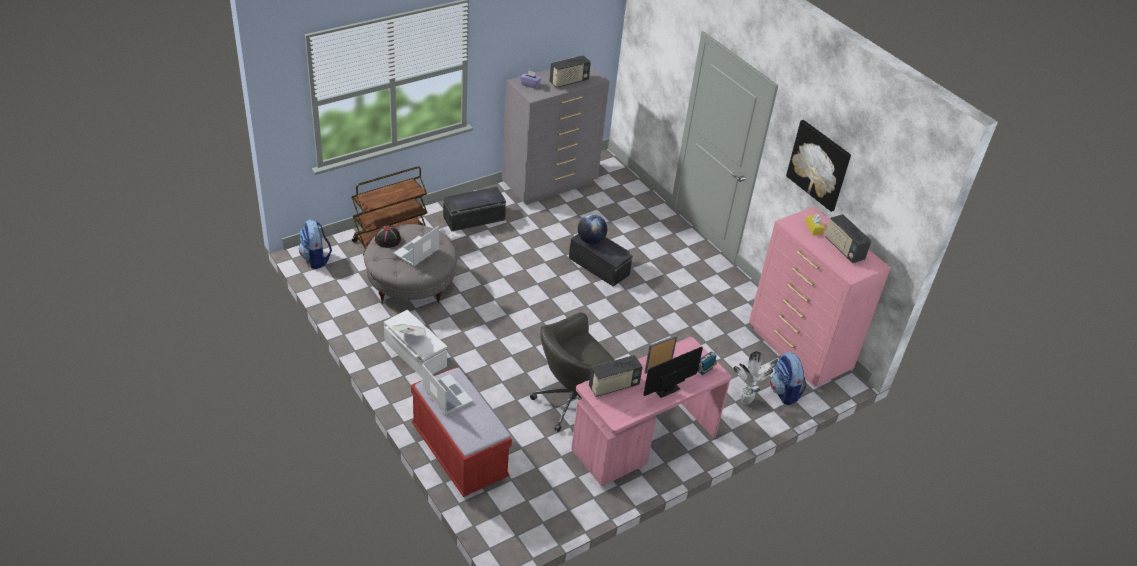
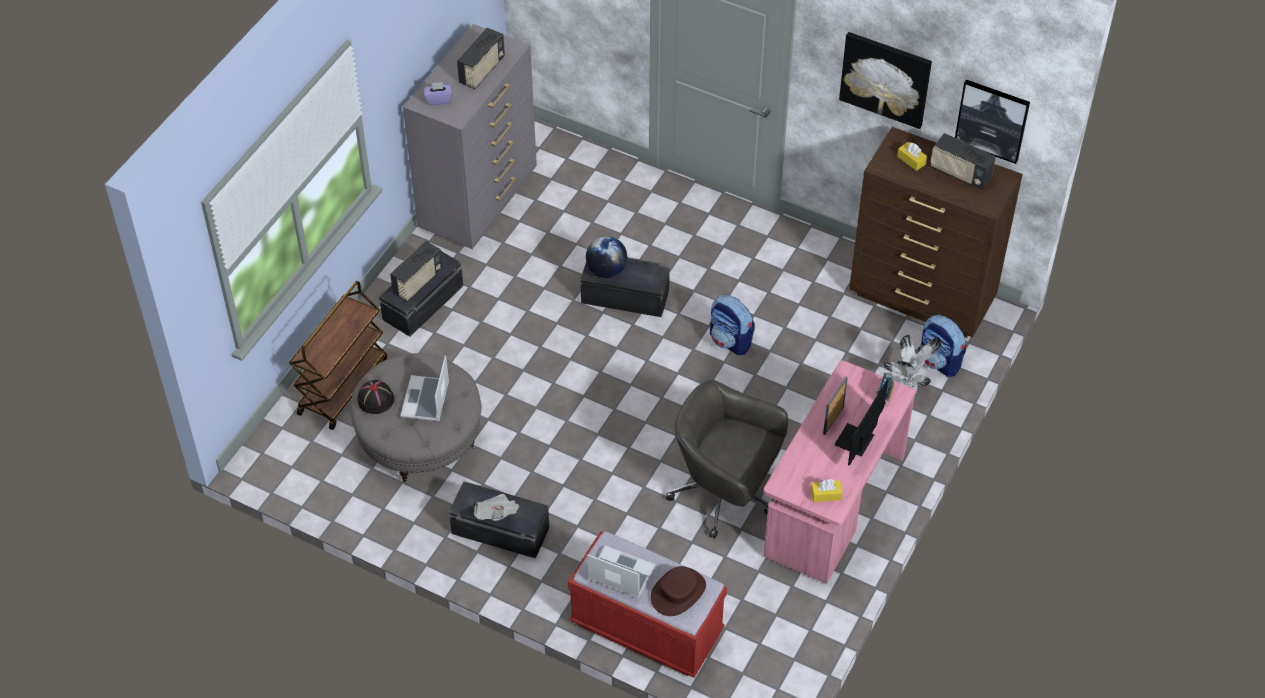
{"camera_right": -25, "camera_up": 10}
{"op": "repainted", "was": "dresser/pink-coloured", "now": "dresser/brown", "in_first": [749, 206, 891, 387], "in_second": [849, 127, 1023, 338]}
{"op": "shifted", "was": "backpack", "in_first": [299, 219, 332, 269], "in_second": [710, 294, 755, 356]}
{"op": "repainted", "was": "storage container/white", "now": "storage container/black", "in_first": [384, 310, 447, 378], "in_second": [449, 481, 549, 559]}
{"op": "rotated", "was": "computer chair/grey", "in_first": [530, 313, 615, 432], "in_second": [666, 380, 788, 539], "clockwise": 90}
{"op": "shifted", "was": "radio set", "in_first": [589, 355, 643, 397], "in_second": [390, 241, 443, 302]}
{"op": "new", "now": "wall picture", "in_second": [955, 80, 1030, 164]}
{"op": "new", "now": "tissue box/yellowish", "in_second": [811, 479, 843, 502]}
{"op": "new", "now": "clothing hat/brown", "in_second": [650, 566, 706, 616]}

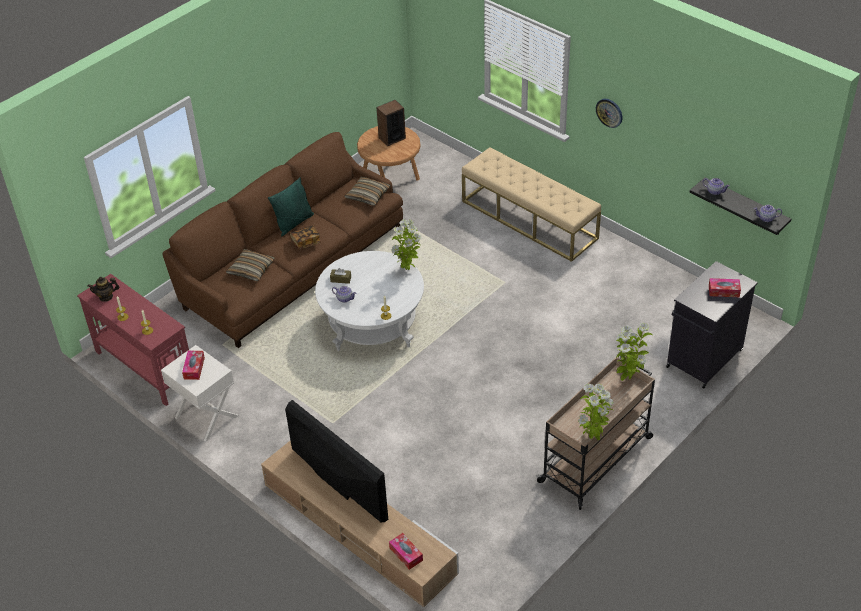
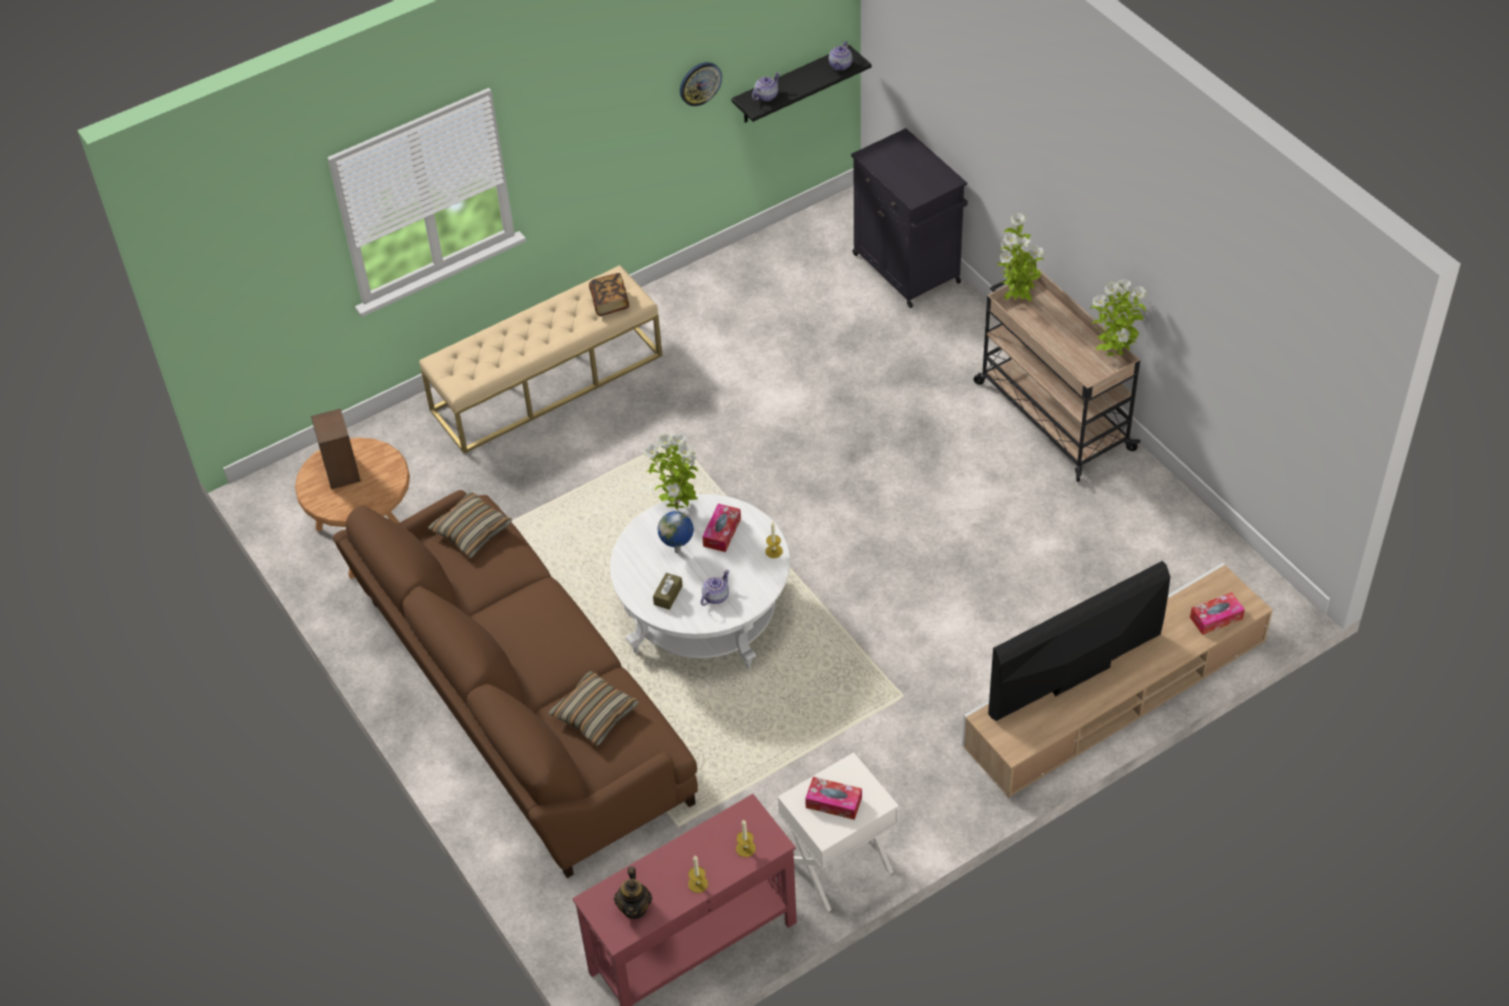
{"camera_right": -75, "camera_up": 5}
{"op": "shifted", "was": "hanging clock", "in_first": [596, 99, 622, 128], "in_second": [680, 62, 722, 106]}
{"op": "gone", "was": "cushion/greenish", "in_first": [268, 177, 314, 236]}
{"op": "shifted", "was": "book", "in_first": [290, 225, 321, 249], "in_second": [589, 273, 629, 316]}
{"op": "shifted", "was": "tissue box", "in_first": [709, 278, 741, 297], "in_second": [702, 504, 741, 552]}
{"op": "new", "now": "globe", "in_second": [657, 511, 694, 554]}

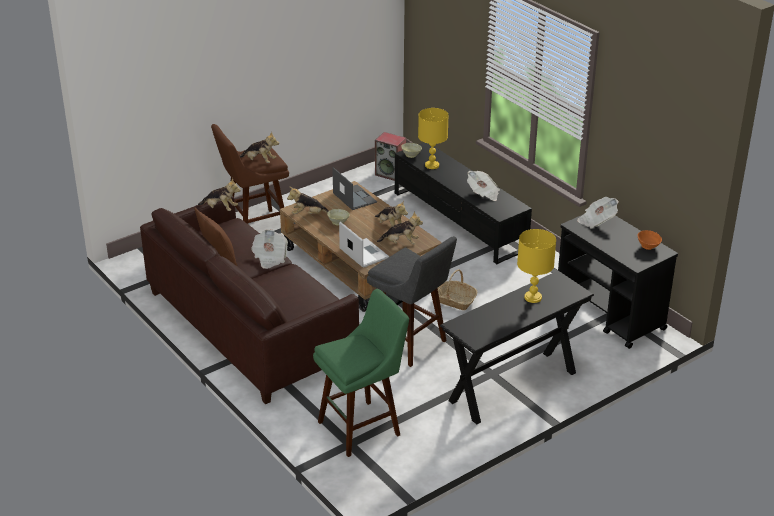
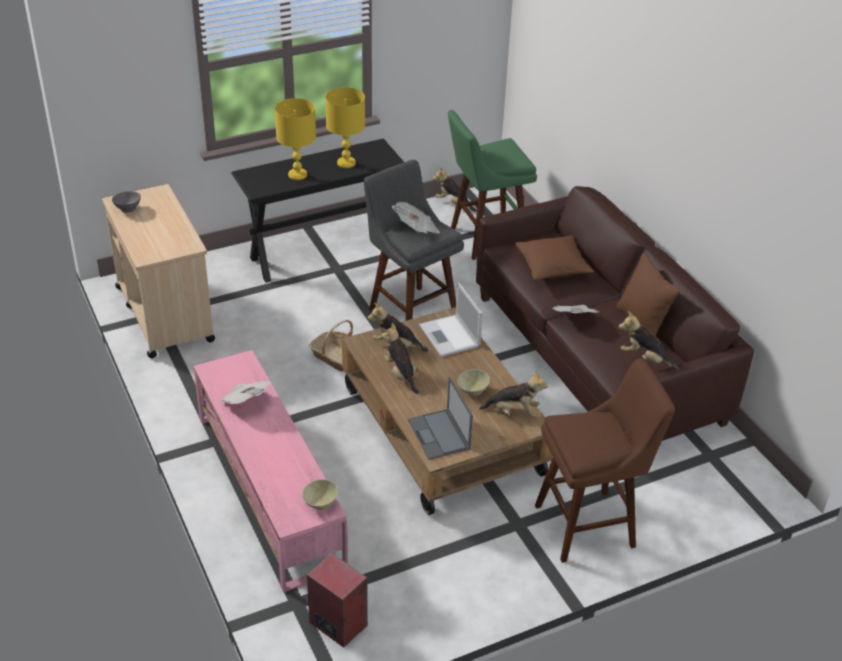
{"camera_right": -170, "camera_up": 5}
{"op": "shifted", "was": "lamp for a table/yellowish", "in_first": [418, 108, 449, 169], "in_second": [325, 87, 365, 168]}
{"op": "shifted", "was": "plush toy", "in_first": [240, 132, 279, 163], "in_second": [432, 167, 477, 212]}
{"op": "repainted", "was": "tv unit/black", "now": "tv unit/pink-coloured", "in_first": [395, 143, 532, 264], "in_second": [193, 350, 348, 592]}
{"op": "shifted", "was": "daily paper", "in_first": [577, 197, 619, 229], "in_second": [392, 202, 440, 234]}
{"op": "repainted", "was": "cart/black", "now": "cart/beige-coloured", "in_first": [558, 214, 678, 349], "in_second": [102, 184, 215, 358]}
{"op": "repainted", "was": "deep dish/orangey", "now": "deep dish/grey", "in_first": [637, 230, 662, 250], "in_second": [112, 191, 141, 213]}
{"op": "new", "now": "cushion/brown", "in_second": [515, 235, 594, 280]}

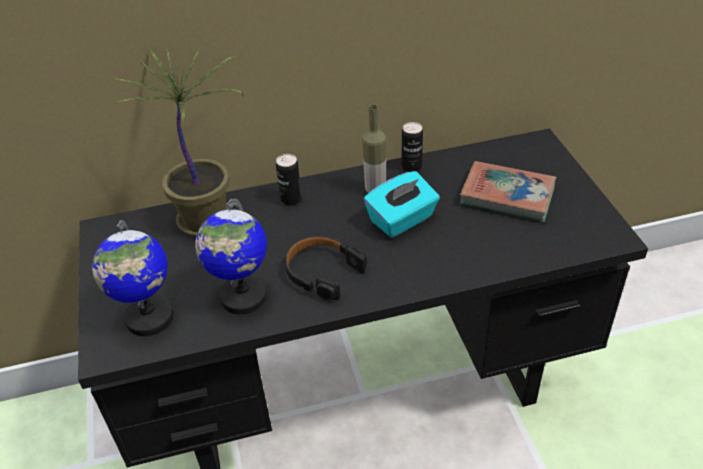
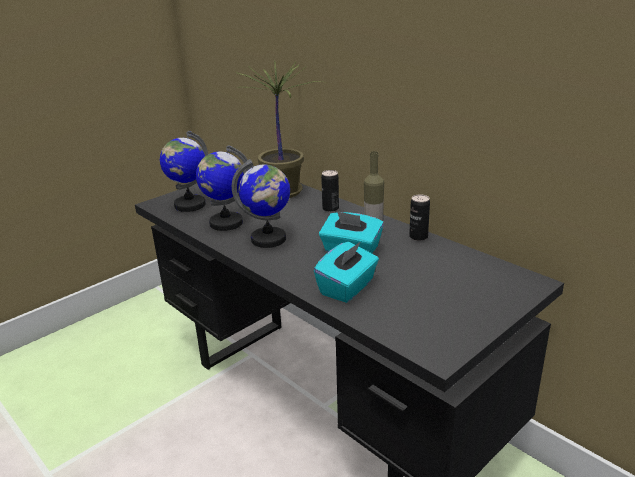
{"camera_right": 60, "camera_up": -15}
{"op": "gone", "was": "book", "in_first": [460, 161, 557, 223]}
{"op": "swapped", "was": "headset/black", "now": "globe", "in_first": [285, 236, 367, 301], "in_second": [232, 159, 290, 248]}
{"op": "new", "now": "tissue box/turquoise-coloured", "in_second": [314, 241, 379, 303]}

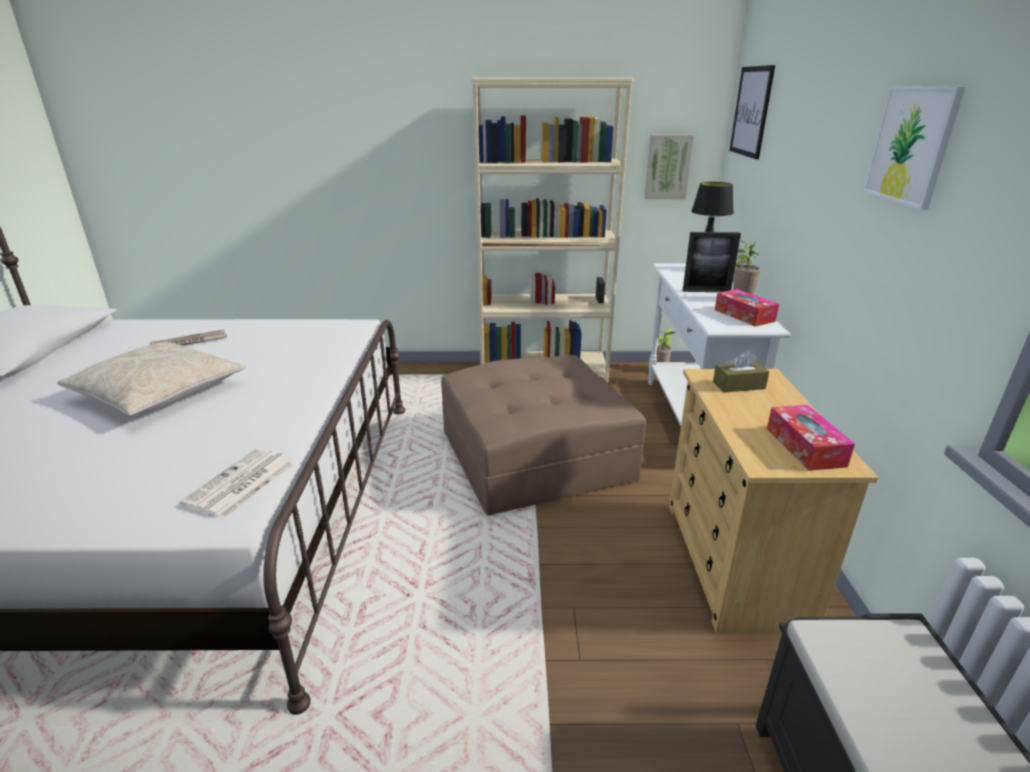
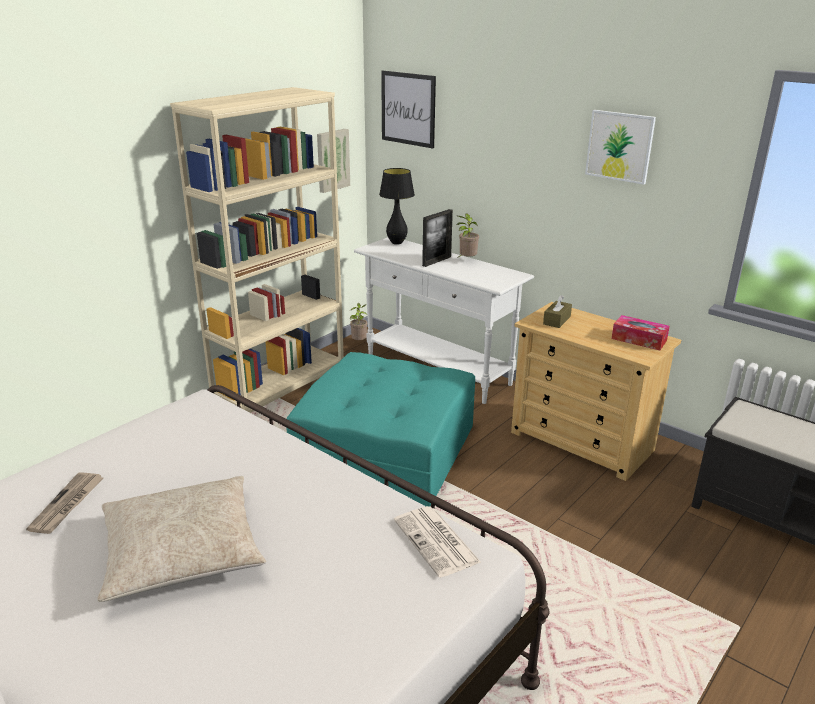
{"camera_right": -50, "camera_up": 0}
{"op": "gone", "was": "tissue box", "in_first": [715, 289, 779, 327]}
{"op": "repainted", "was": "pouffe/brown", "now": "pouffe/turquoise-coloured", "in_first": [441, 355, 646, 516], "in_second": [286, 352, 475, 507]}

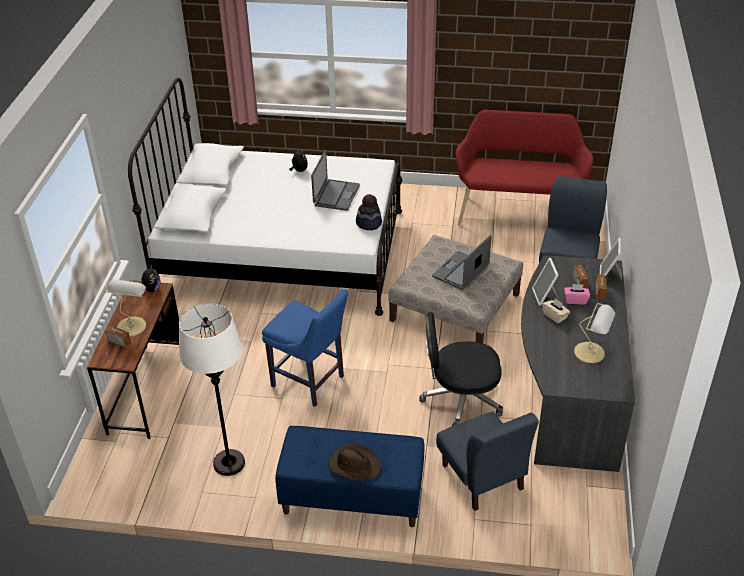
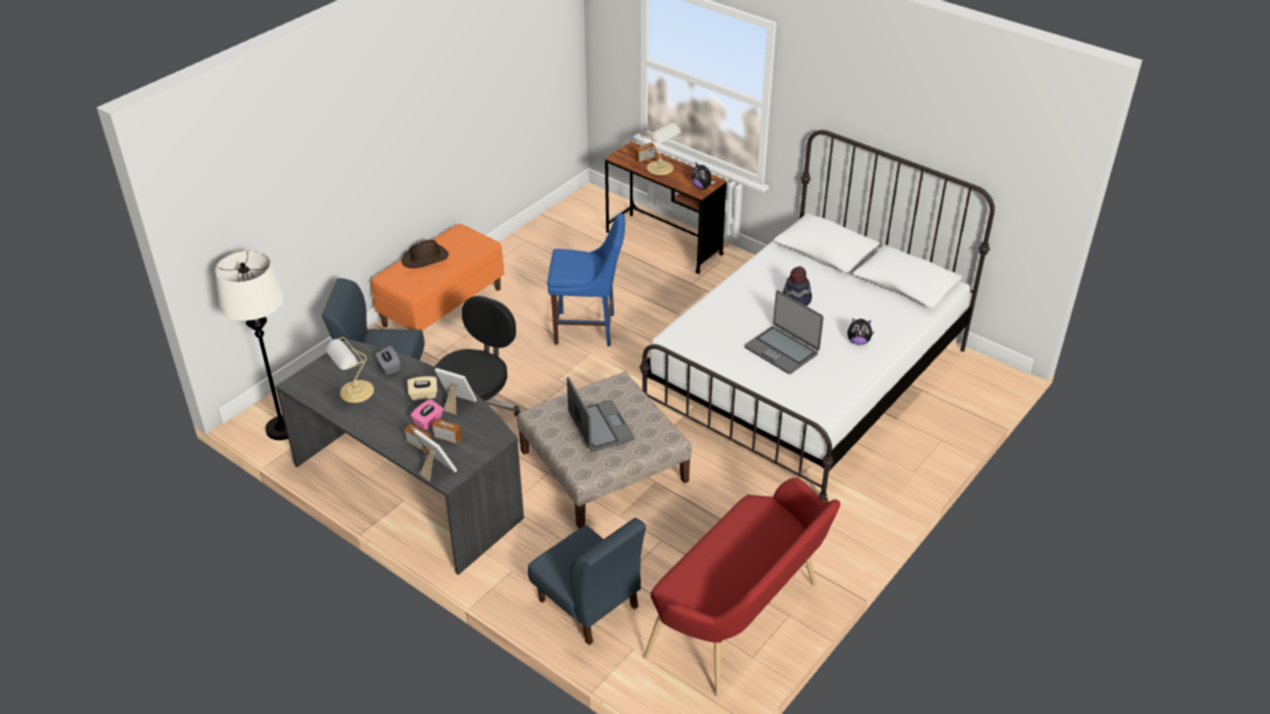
{"camera_right": 120, "camera_up": 0}
{"op": "shifted", "was": "clothing hat", "in_first": [356, 194, 382, 230], "in_second": [783, 266, 812, 306]}
{"op": "rotated", "was": "upright chair/blue-coloured", "in_first": [262, 289, 348, 407], "in_second": [547, 213, 625, 346], "clockwise": -150}
{"op": "shifted", "was": "standing lamp/white", "in_first": [179, 303, 245, 476], "in_second": [215, 251, 288, 440]}
{"op": "repainted", "was": "indoor bench/blue-coloured", "now": "indoor bench/orangey", "in_first": [275, 426, 425, 527], "in_second": [371, 224, 504, 331]}
{"op": "new", "now": "tissue box/grey", "in_second": [375, 346, 400, 375]}

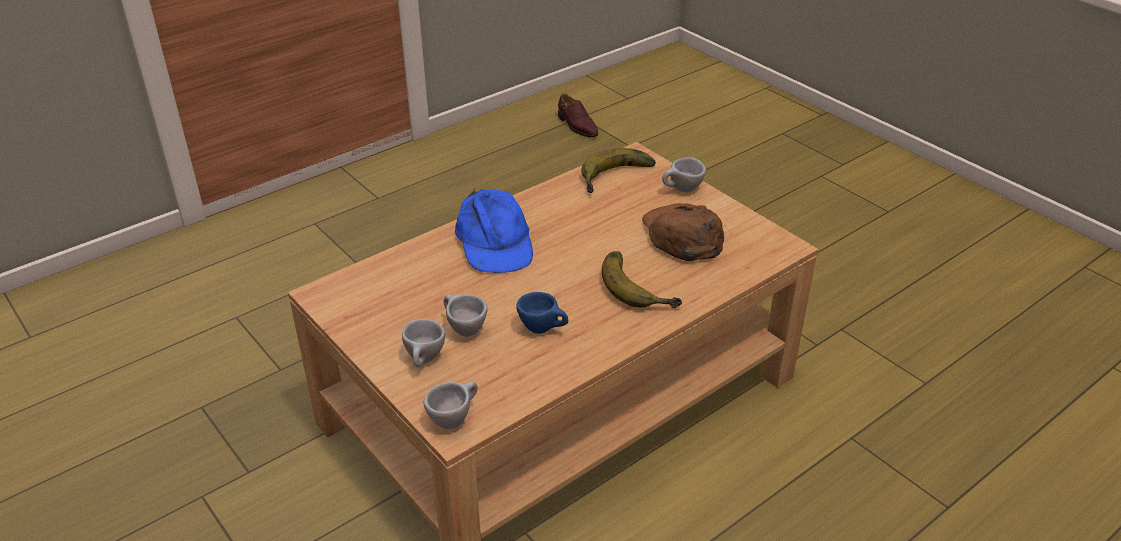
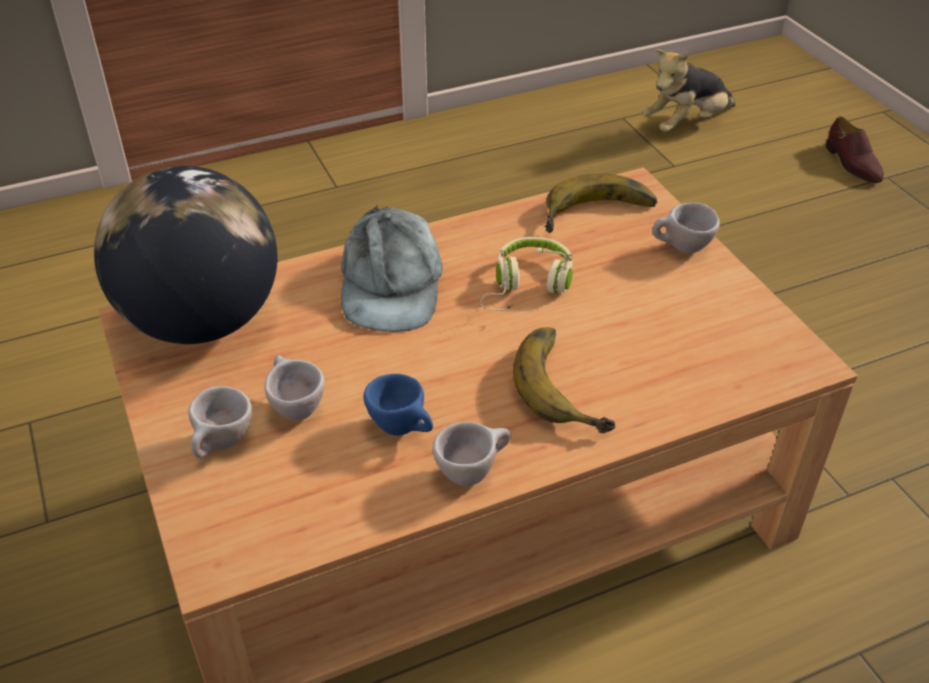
{"camera_right": 15, "camera_up": 5}
{"op": "shifted", "was": "item of footwear/brown", "in_first": [558, 93, 598, 137], "in_second": [826, 116, 884, 183]}
{"op": "repainted", "was": "baseball cap/blue-coloured", "now": "baseball cap/grey", "in_first": [455, 189, 533, 273], "in_second": [341, 205, 443, 332]}
{"op": "gone", "was": "baseball cap/brown", "in_first": [642, 203, 724, 261]}
{"op": "shifted", "was": "small cup/beige-coloured", "in_first": [424, 382, 478, 429], "in_second": [432, 422, 511, 486]}
{"op": "new", "now": "plush toy", "in_second": [643, 49, 736, 132]}
{"op": "new", "now": "globe", "in_second": [94, 166, 278, 344]}
{"op": "new", "now": "headset/beige-coloured", "in_second": [480, 237, 573, 311]}

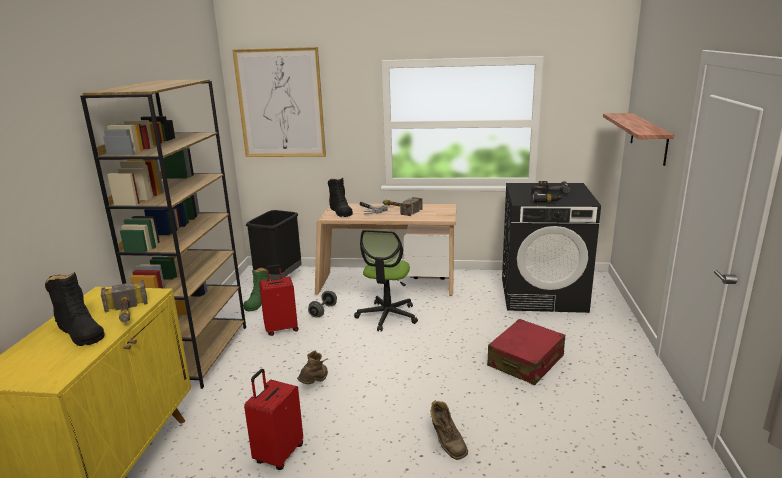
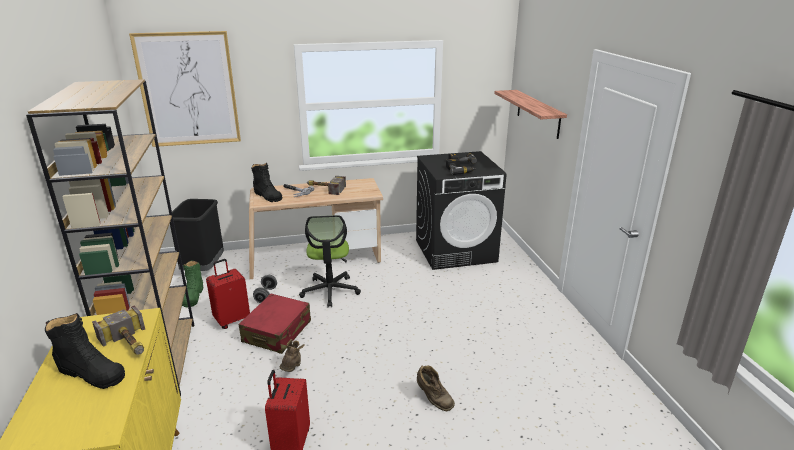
{"camera_right": -20, "camera_up": 5}
{"op": "shifted", "was": "travel case/reddish", "in_first": [487, 319, 565, 385], "in_second": [239, 293, 311, 354]}

